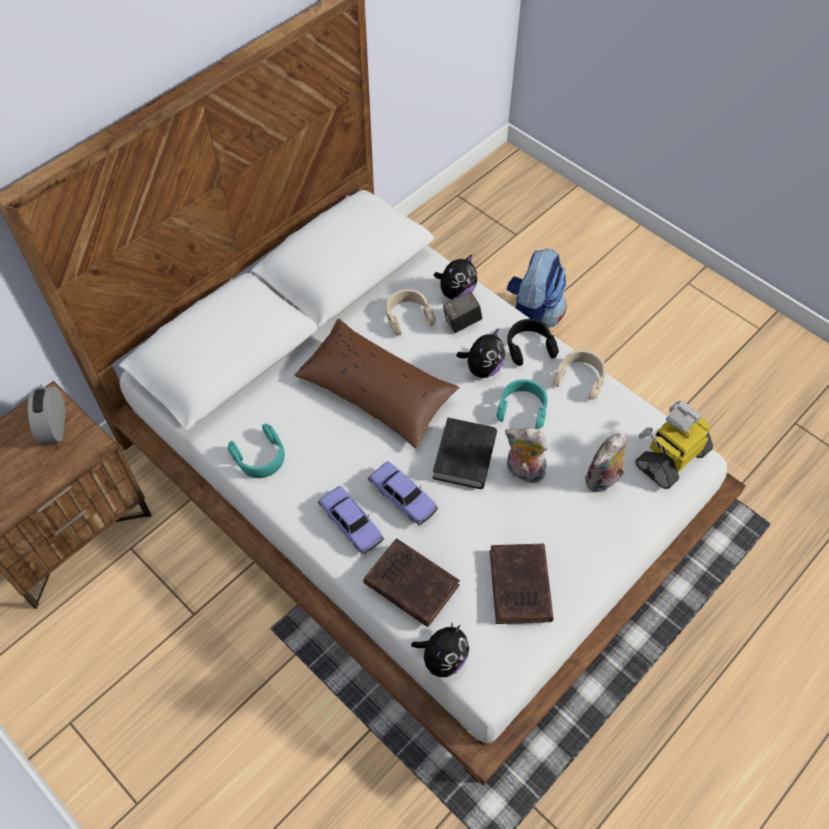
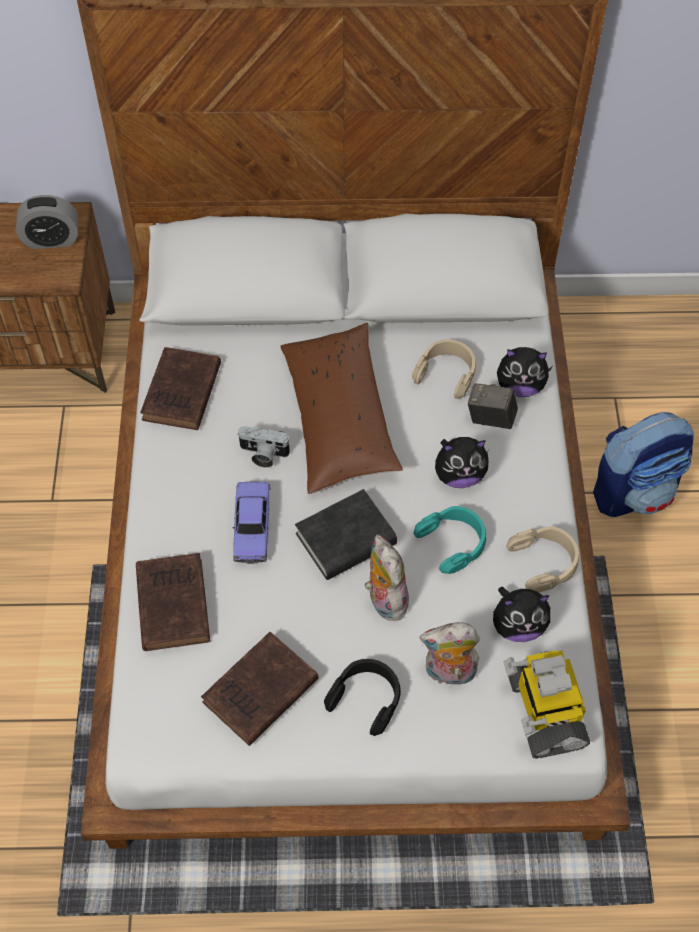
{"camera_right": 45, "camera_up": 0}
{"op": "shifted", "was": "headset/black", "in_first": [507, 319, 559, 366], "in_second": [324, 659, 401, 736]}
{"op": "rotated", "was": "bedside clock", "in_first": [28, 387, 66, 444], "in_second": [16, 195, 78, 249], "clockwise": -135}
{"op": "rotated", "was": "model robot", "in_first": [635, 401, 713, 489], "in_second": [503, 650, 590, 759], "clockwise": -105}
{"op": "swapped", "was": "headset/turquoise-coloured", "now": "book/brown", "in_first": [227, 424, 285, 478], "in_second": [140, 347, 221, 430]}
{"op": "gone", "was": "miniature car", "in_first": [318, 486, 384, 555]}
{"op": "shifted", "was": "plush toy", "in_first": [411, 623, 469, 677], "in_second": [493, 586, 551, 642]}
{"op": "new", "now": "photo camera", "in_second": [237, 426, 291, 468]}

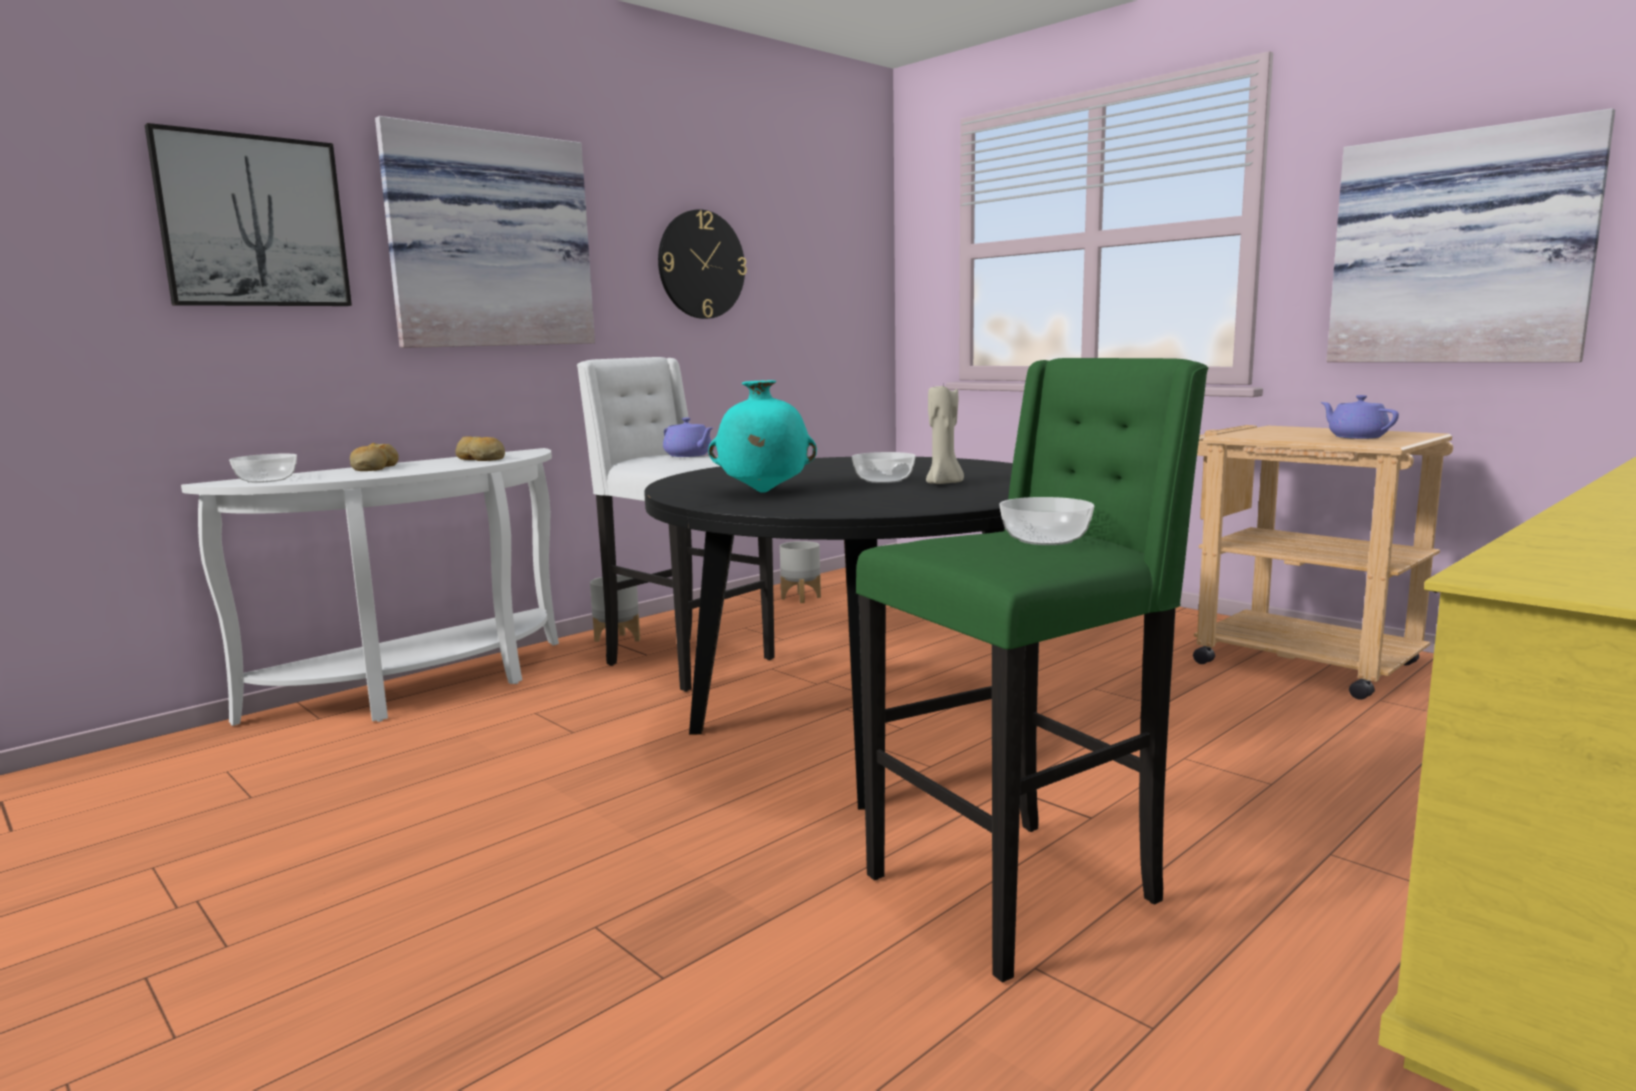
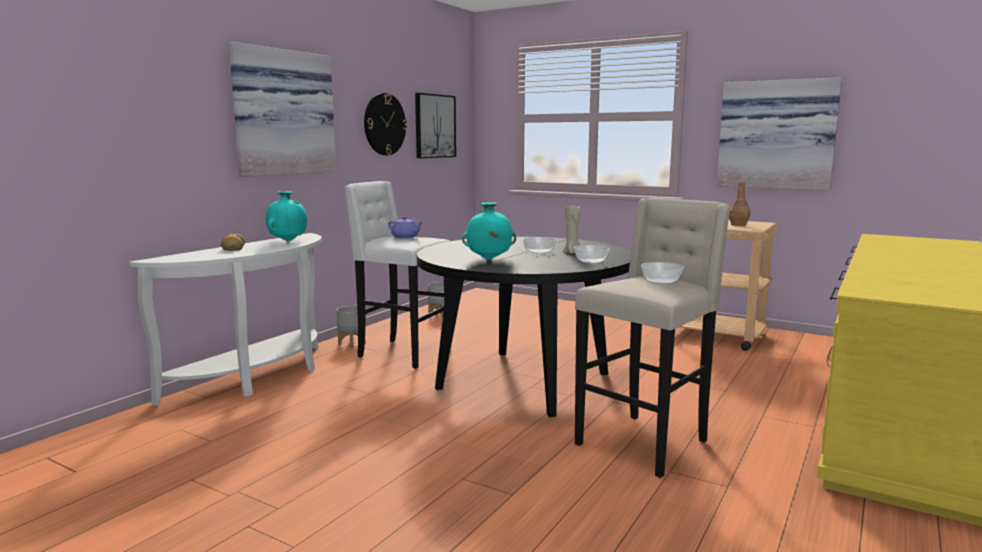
{"camera_right": -15, "camera_up": 0}
{"op": "shifted", "was": "wall picture", "in_first": [145, 123, 352, 306], "in_second": [415, 93, 456, 158]}
{"op": "repainted", "was": "stool/greenish", "now": "stool/beige-coloured", "in_first": [856, 358, 1208, 983], "in_second": [575, 198, 730, 478]}
{"op": "swapped", "was": "teapot/purplish", "now": "bottle/brown", "in_first": [1321, 395, 1399, 439], "in_second": [729, 181, 751, 226]}
{"op": "swapped", "was": "bakery bread", "now": "vase/turquoise-coloured", "in_first": [455, 436, 505, 461], "in_second": [266, 191, 307, 241]}
{"op": "shifted", "was": "deep dish", "in_first": [229, 454, 297, 483], "in_second": [574, 245, 610, 264]}

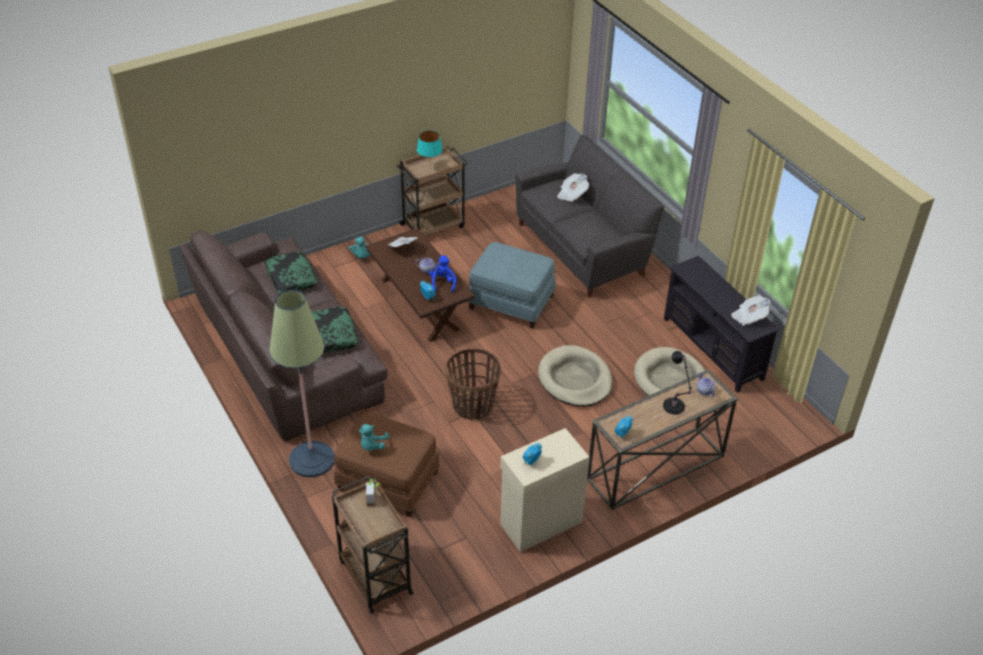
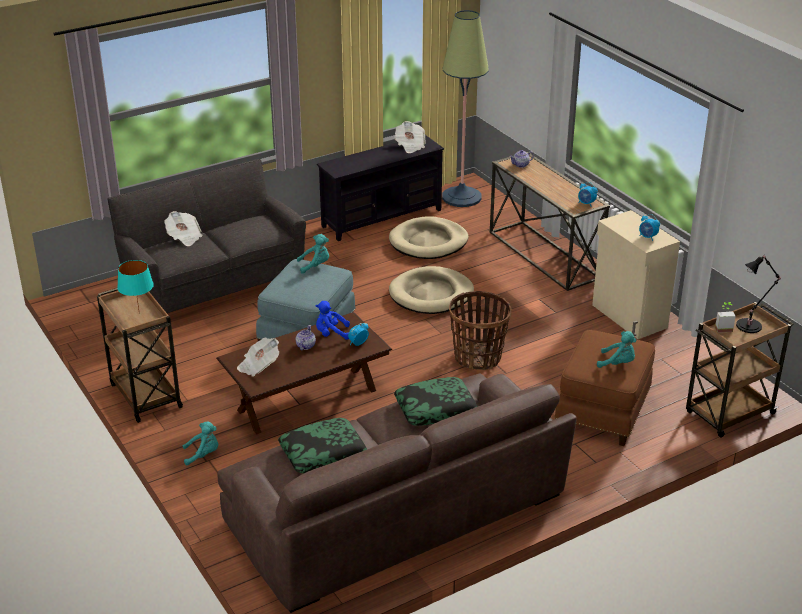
{"camera_right": -90, "camera_up": -10}
{"op": "shifted", "was": "standing lamp", "in_first": [269, 290, 335, 477], "in_second": [442, 10, 489, 207]}
{"op": "shifted", "was": "lamp for a table/black", "in_first": [663, 351, 694, 415], "in_second": [736, 255, 781, 333]}
{"op": "new", "now": "plush toy/turquoise-coloured", "in_second": [297, 234, 329, 273]}

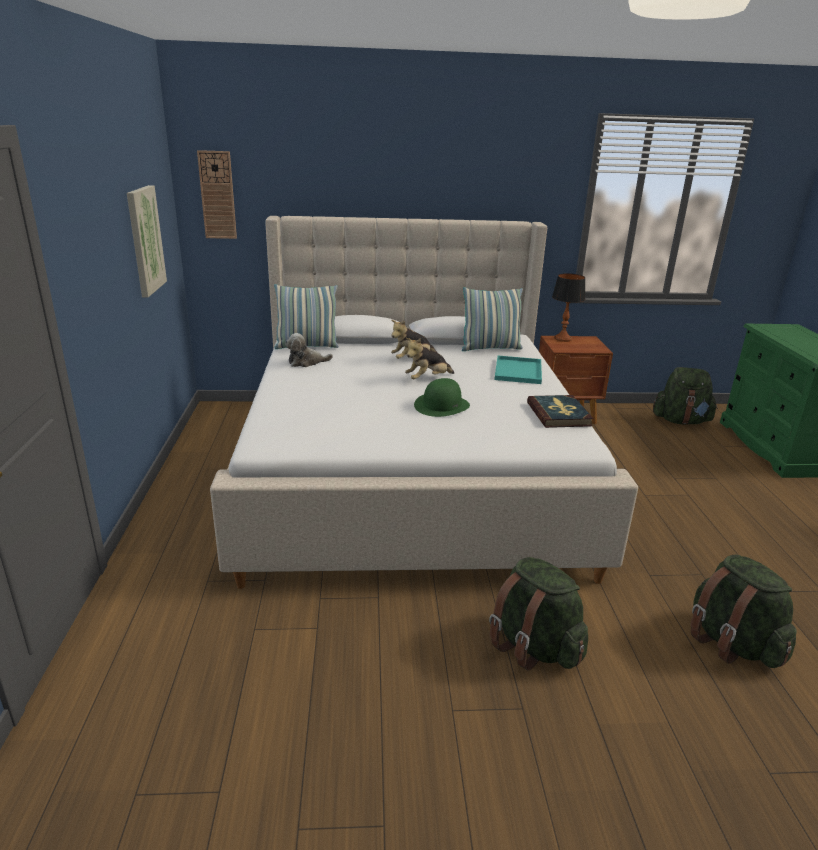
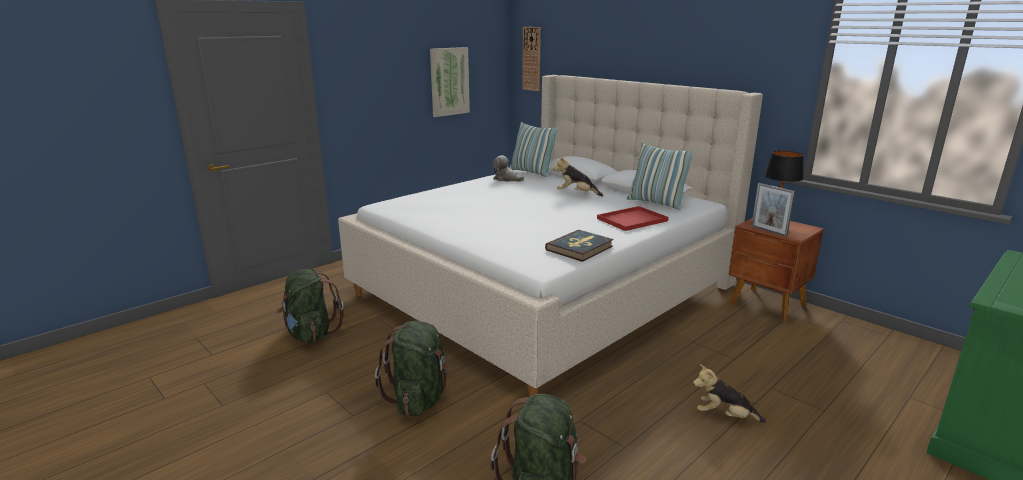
{"camera_right": 50, "camera_up": -5}
{"op": "shifted", "was": "plush toy", "in_first": [405, 338, 454, 379], "in_second": [693, 364, 766, 423]}
{"op": "repainted", "was": "tray/turquoise-coloured", "now": "tray/reddish", "in_first": [494, 356, 542, 384], "in_second": [597, 206, 669, 231]}
{"op": "shifted", "was": "backpack/greenish", "in_first": [653, 367, 718, 424], "in_second": [276, 268, 344, 343]}
{"op": "gone", "was": "clothing hat/greenish", "in_first": [414, 378, 470, 417]}
{"op": "new", "now": "picture frame", "in_second": [751, 183, 795, 237]}

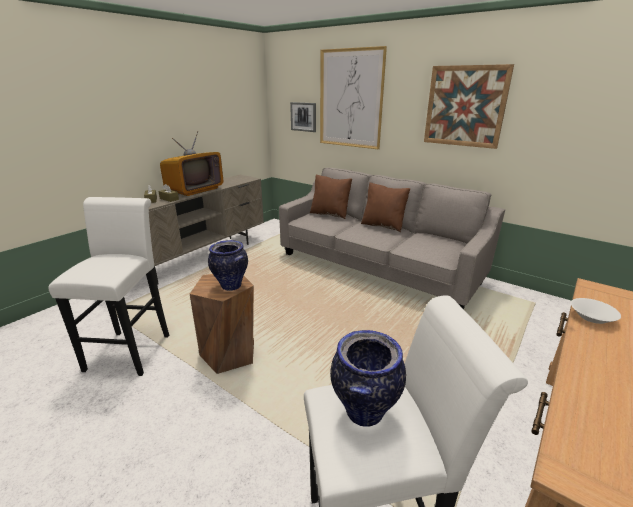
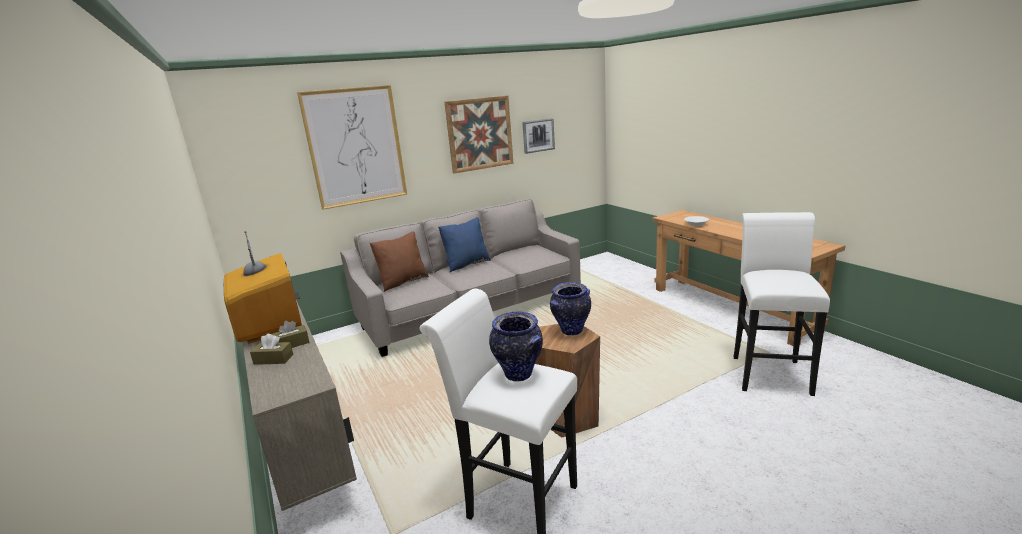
{"camera_right": -65, "camera_up": -5}
{"op": "shifted", "was": "wall picture", "in_first": [290, 102, 316, 132], "in_second": [522, 118, 555, 154]}
{"op": "repainted", "was": "cushion/brown", "now": "cushion/blue-coloured", "in_first": [361, 182, 410, 232], "in_second": [438, 217, 491, 272]}
{"op": "shifted", "was": "vase", "in_first": [330, 330, 406, 427], "in_second": [489, 311, 543, 381]}

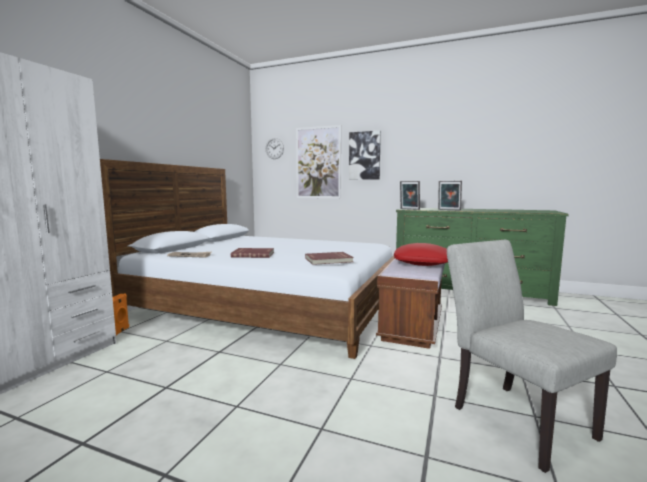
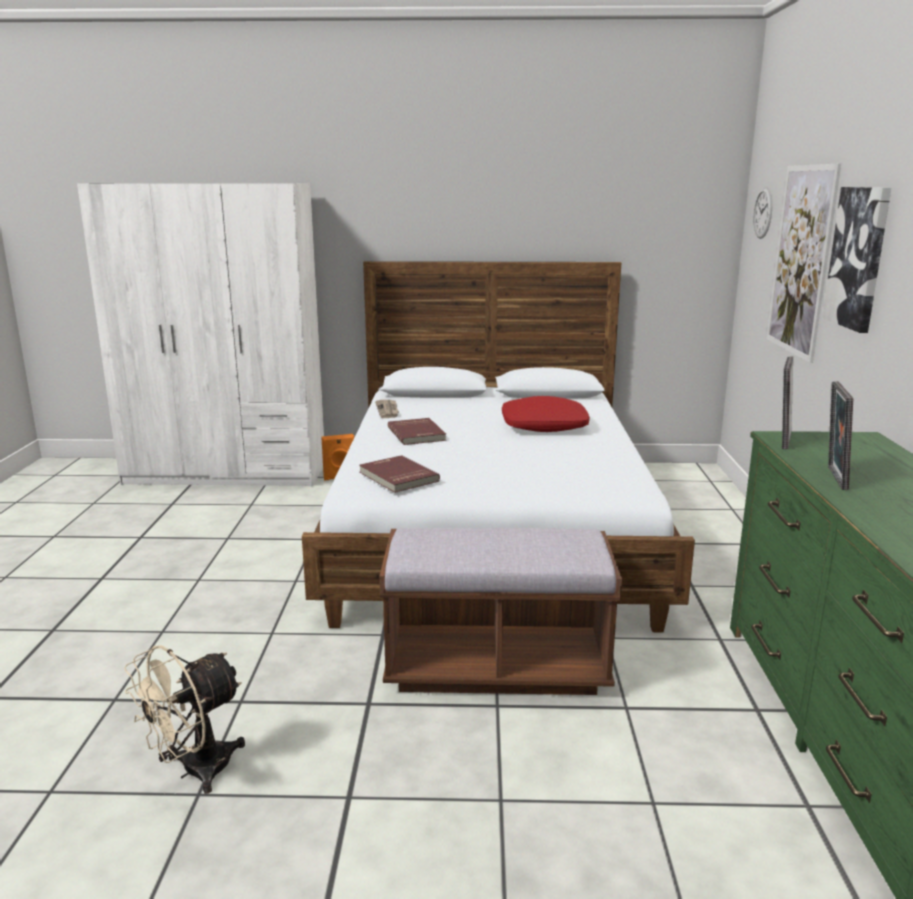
{"camera_right": 70, "camera_up": 10}
{"op": "swapped", "was": "upright chair/grey", "now": "fan/beige-coloured", "in_first": [447, 240, 617, 473], "in_second": [124, 645, 245, 794]}
{"op": "shifted", "was": "cushion/reddish", "in_first": [394, 243, 448, 266], "in_second": [502, 396, 590, 432]}

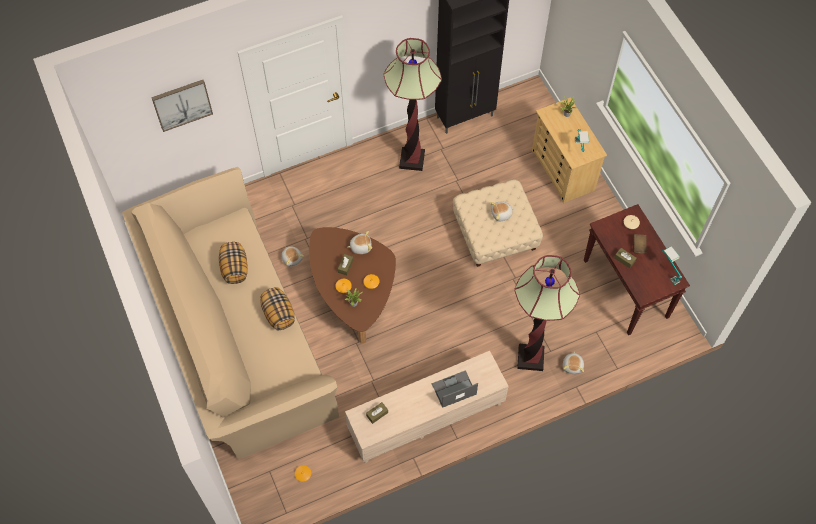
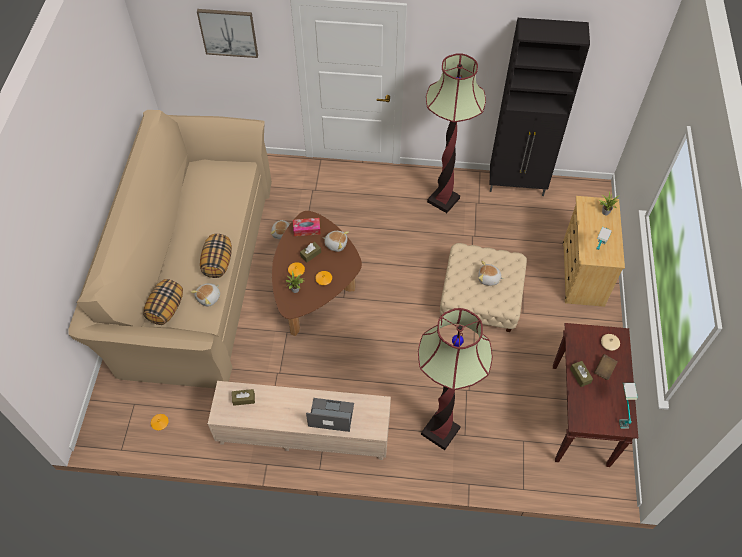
{"camera_right": 30, "camera_up": -5}
{"op": "shifted", "was": "cushion", "in_first": [219, 242, 248, 284], "in_second": [143, 279, 183, 325]}
{"op": "shifted", "was": "plush toy", "in_first": [563, 351, 584, 374], "in_second": [191, 283, 220, 307]}
{"op": "new", "now": "tissue box", "in_second": [293, 218, 321, 236]}

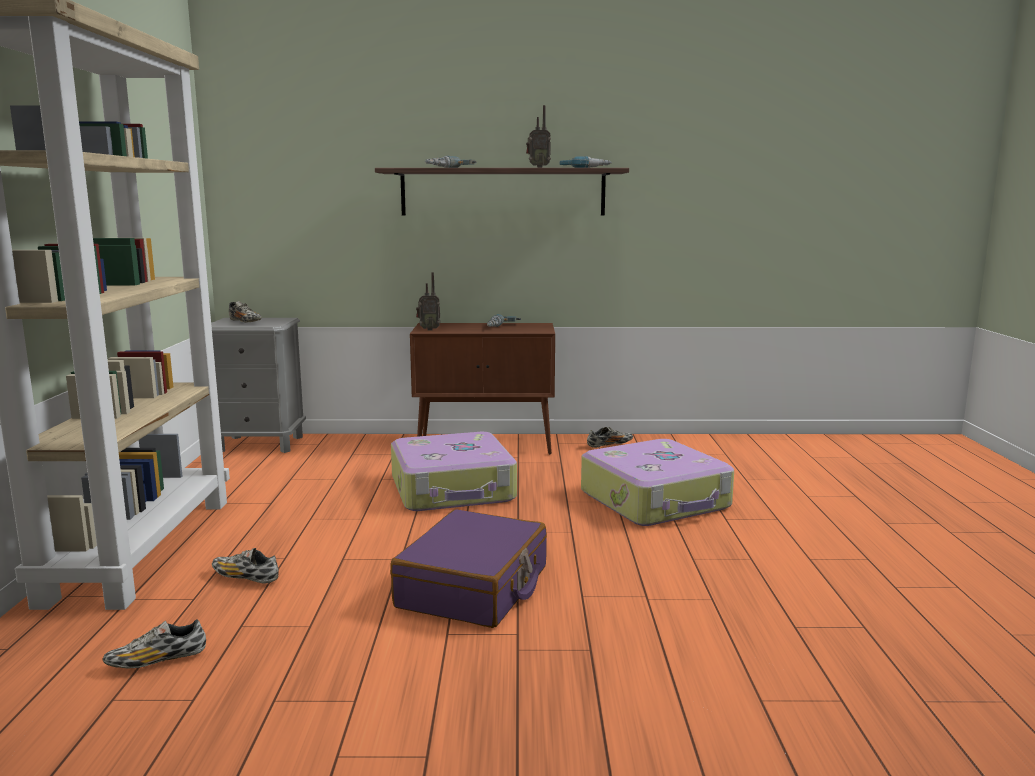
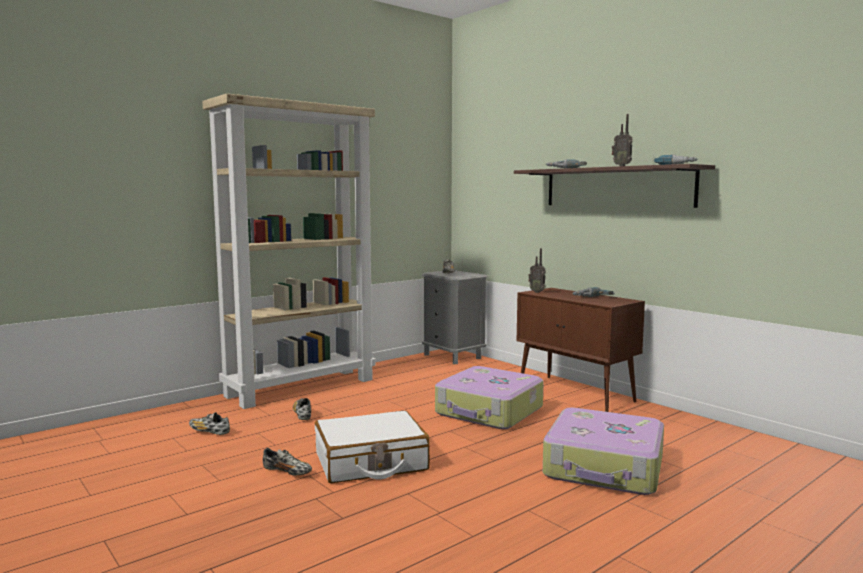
{"camera_right": 50, "camera_up": -5}
{"op": "shifted", "was": "item of footwear", "in_first": [587, 427, 633, 448], "in_second": [263, 448, 312, 476]}
{"op": "repainted", "was": "travel case/purplish", "now": "travel case/white", "in_first": [390, 509, 547, 628], "in_second": [315, 411, 430, 483]}

